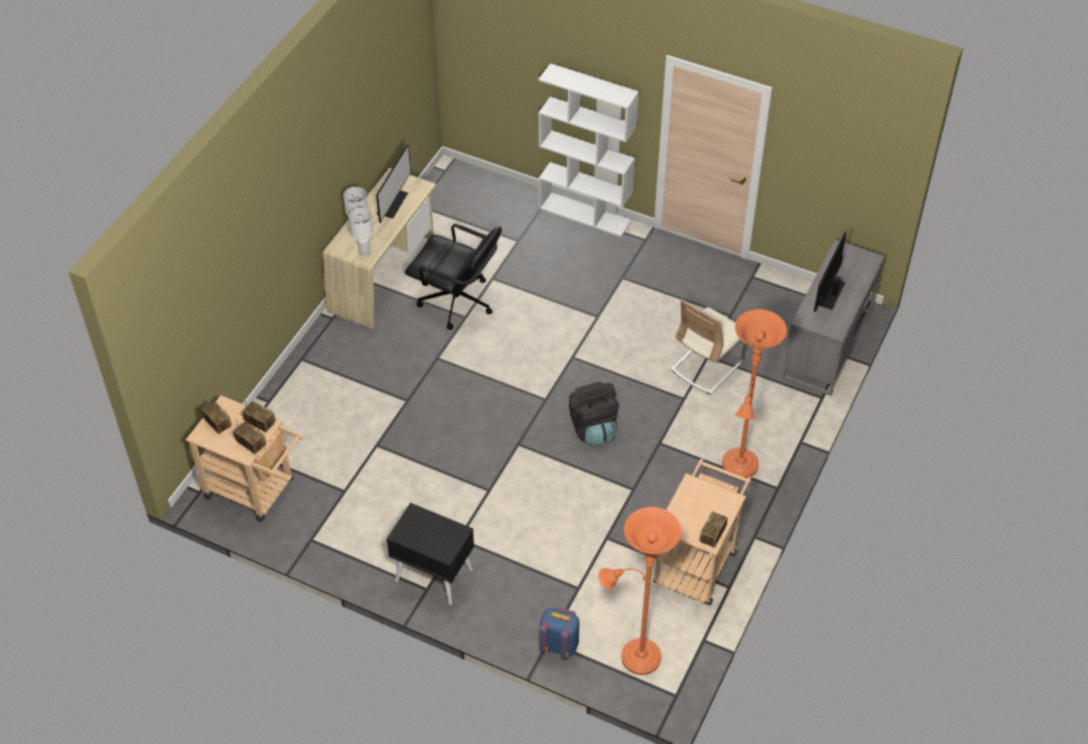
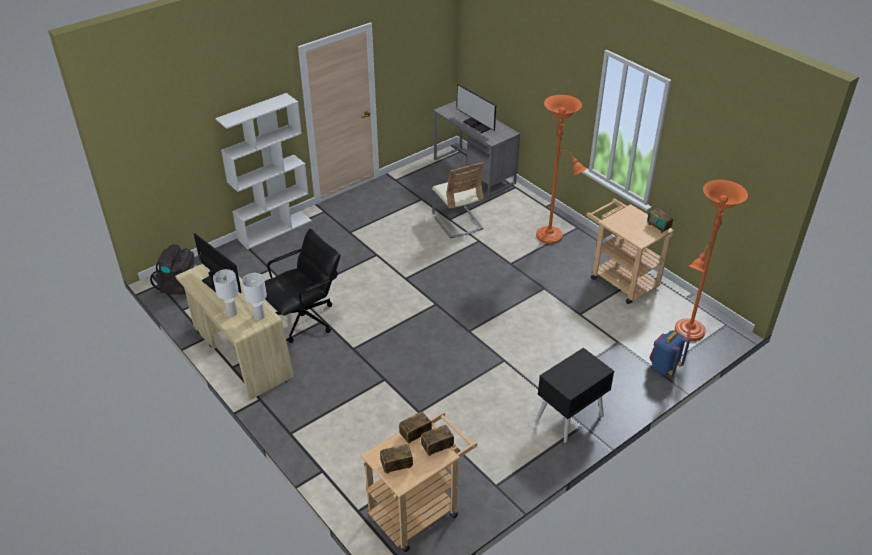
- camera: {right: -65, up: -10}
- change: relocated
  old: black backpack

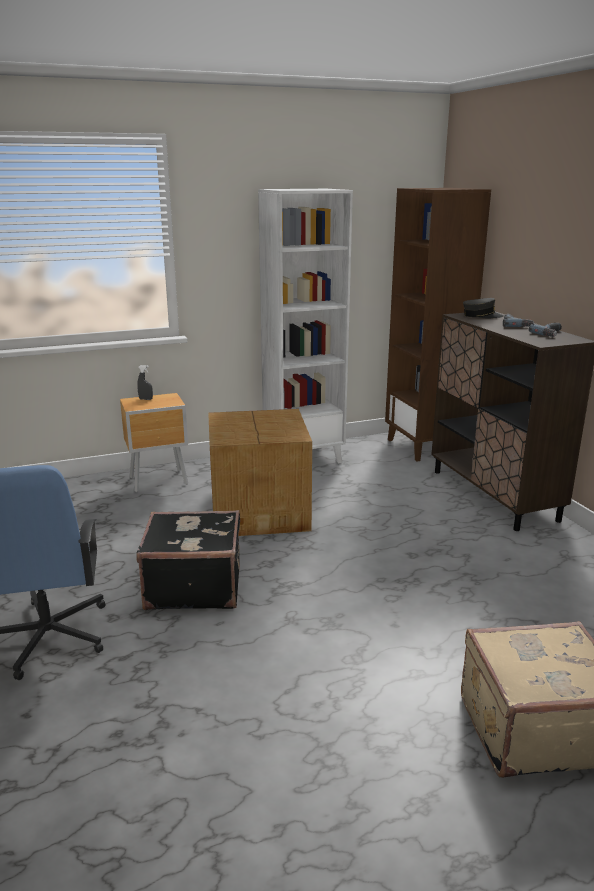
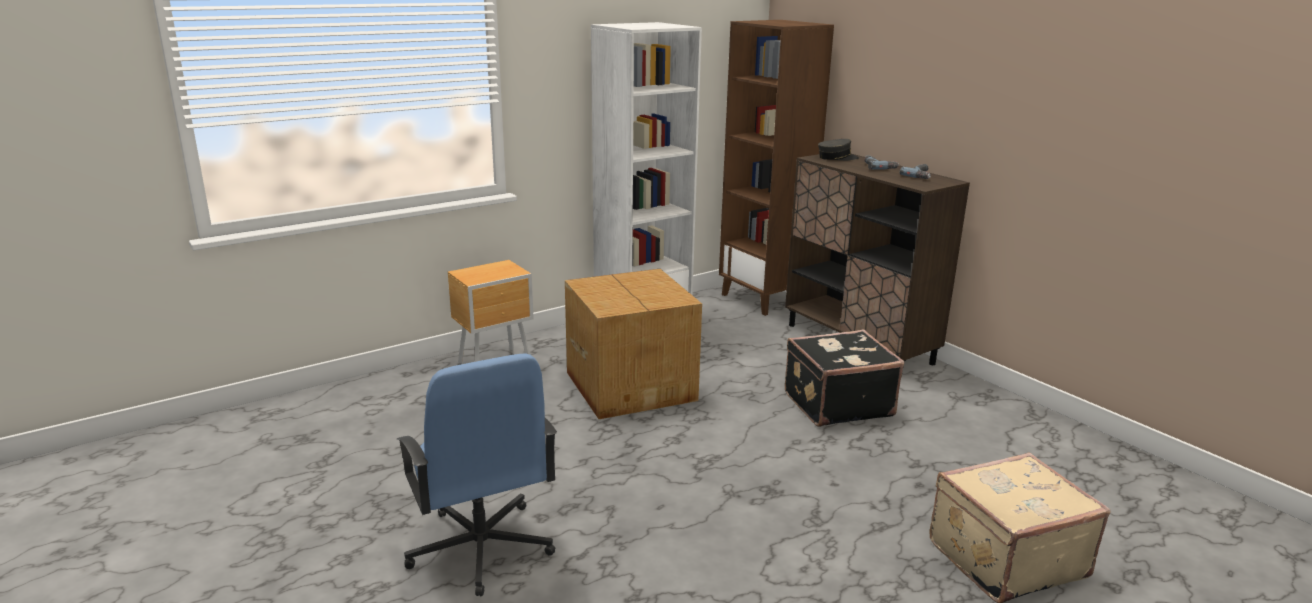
- camera: {right: -15, up: 0}
- change: relocated
  old: black suitcase
- change: missing
  old: grey spray bottle

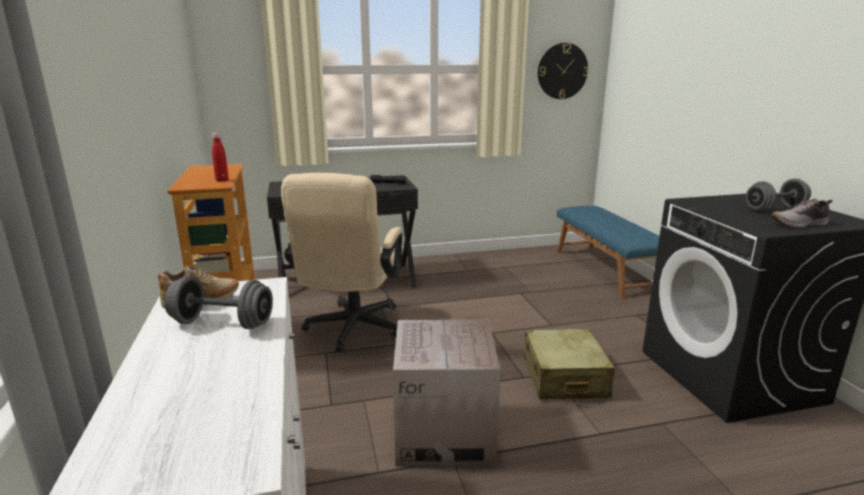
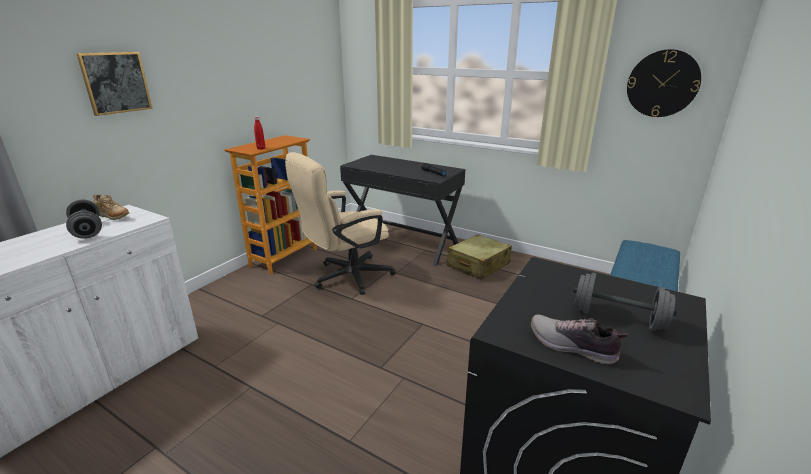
- camera: {right: 45, up: 5}
- change: missing
  old: cardboard box
- change: relocated
  old: beige suitcase
- change: appeared
  new: picture

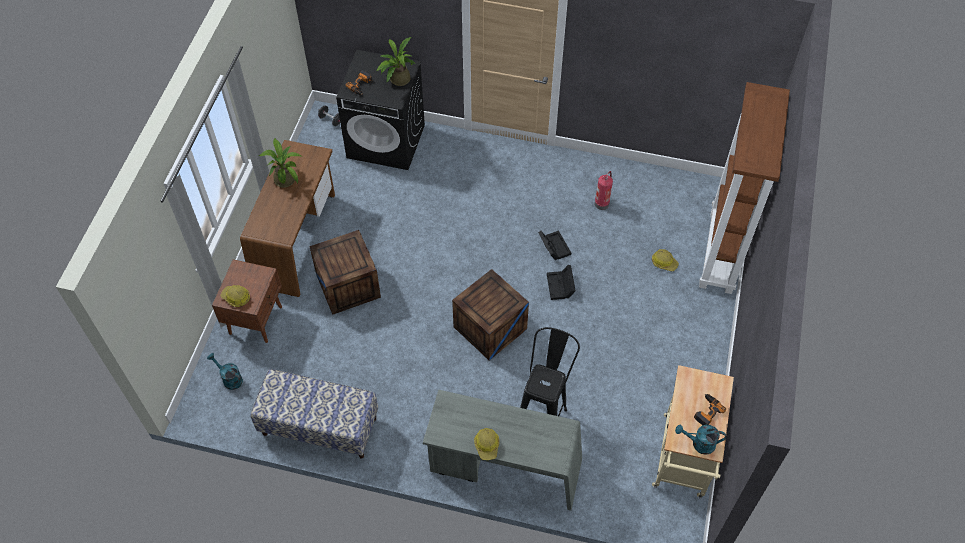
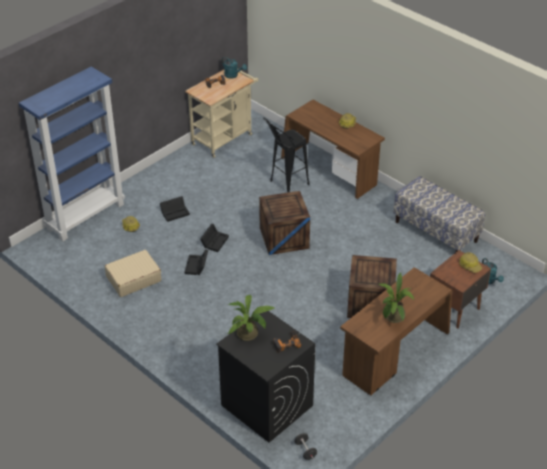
- camera: {right: -150, up: -15}
- change: colour
  old: grey desk
  new: brown desk (no. 1 from left)
- change: exchanged
  old: fire extinguisher
  new: beige suitcase
- change: colour
  old: brown bookcase
  new: blue bookcase
- change: appeared
  new: black storage box (no. 1 from left)

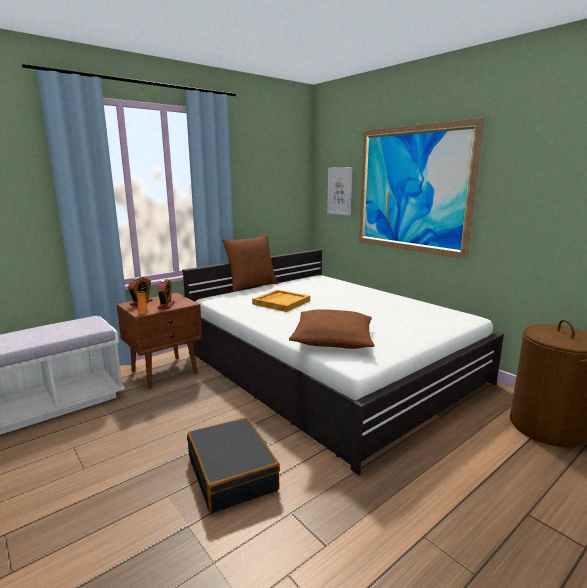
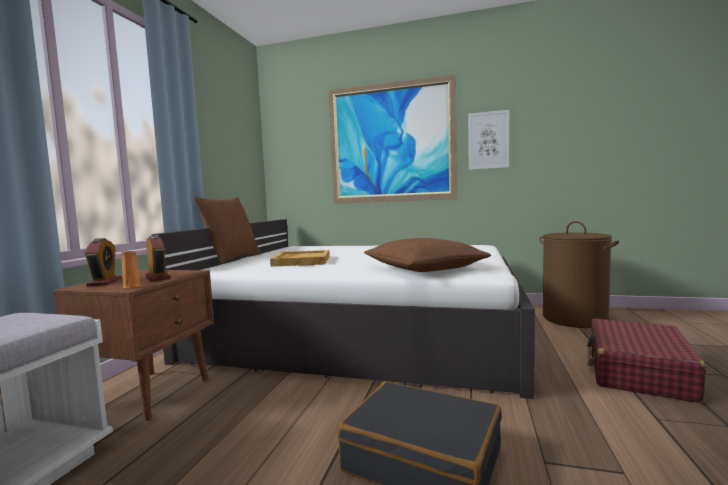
- camera: {right: -35, up: -10}
- change: relocated
  old: picture (no. 1 from left in the first image)
  new: picture (no. 2 from left)
- change: appeared
  new: red suitcase

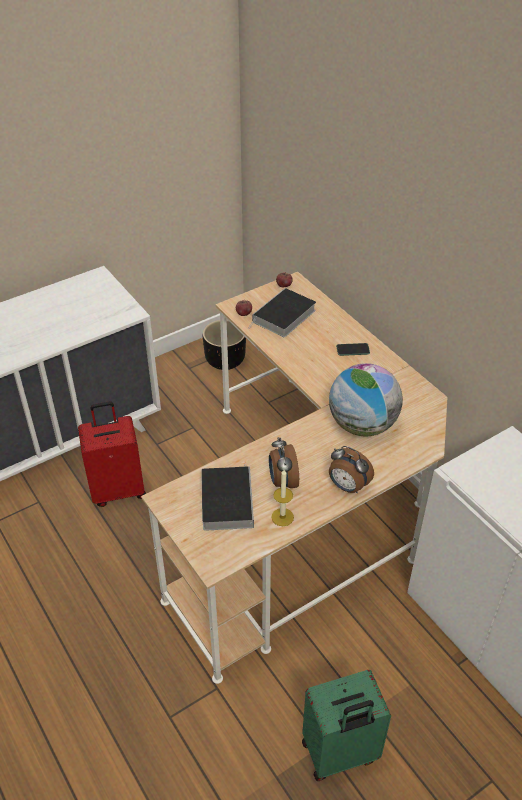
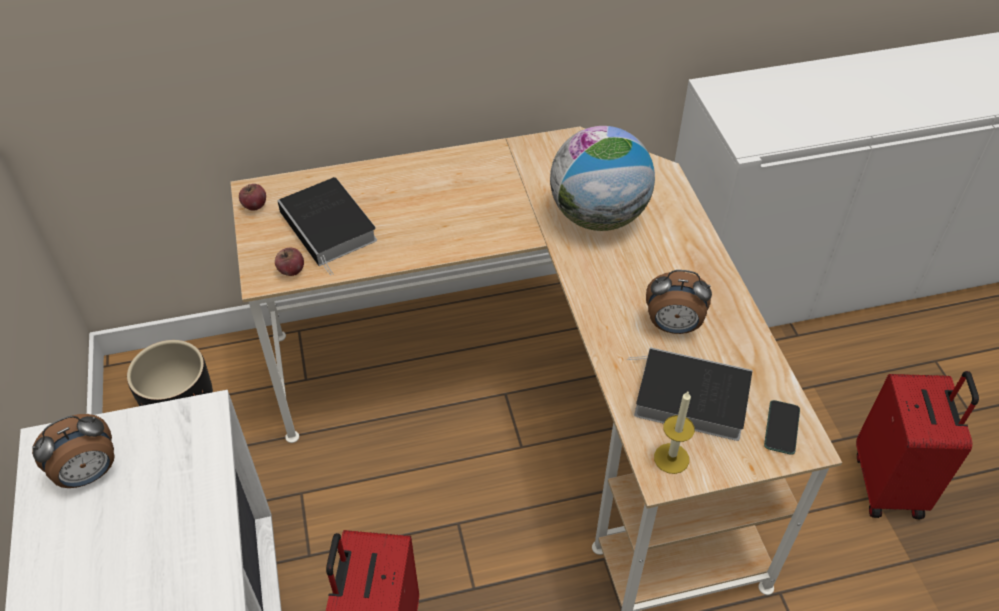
- camera: {right: -70, up: 5}
- change: relocated
  old: candle
- change: colour
  old: green suitcase
  new: red suitcase (no. 2 from left)
- change: relocated
  old: alarm clock (no. 2 from left in the first image)
  new: alarm clock (no. 1 from left)
- change: relocated
  old: phone

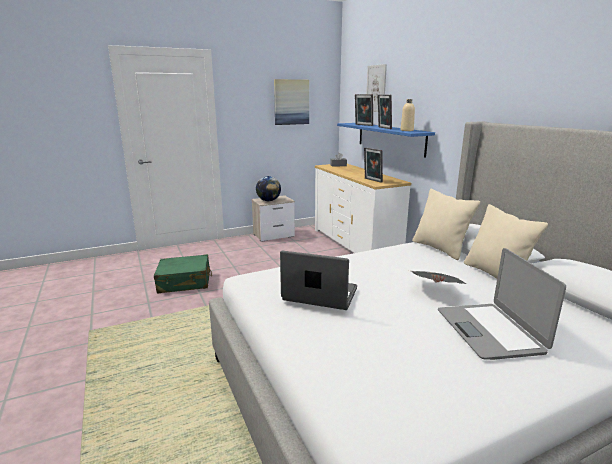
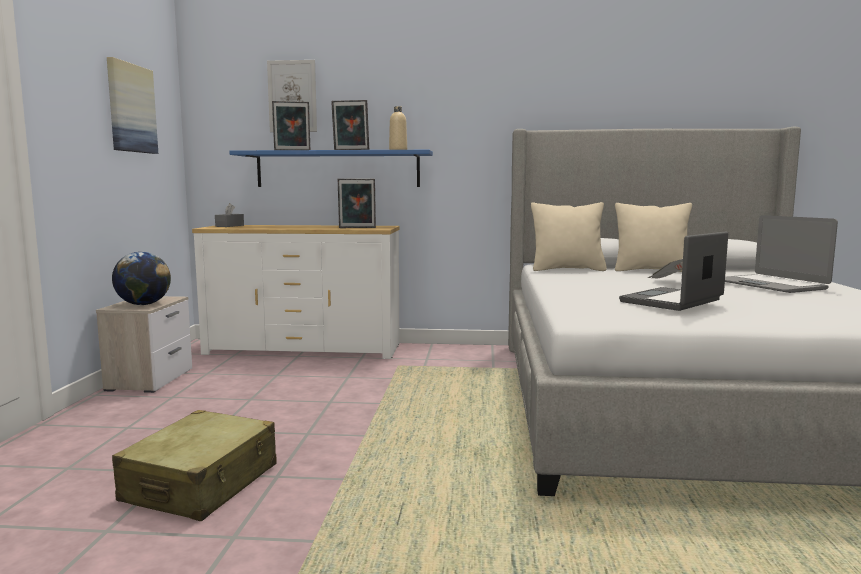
- camera: {right: -60, up: -10}
- change: colour
  old: green suitcase
  new: beige suitcase
- change: spun
  old: laptop (no. 2 from left)
  degrees: 45

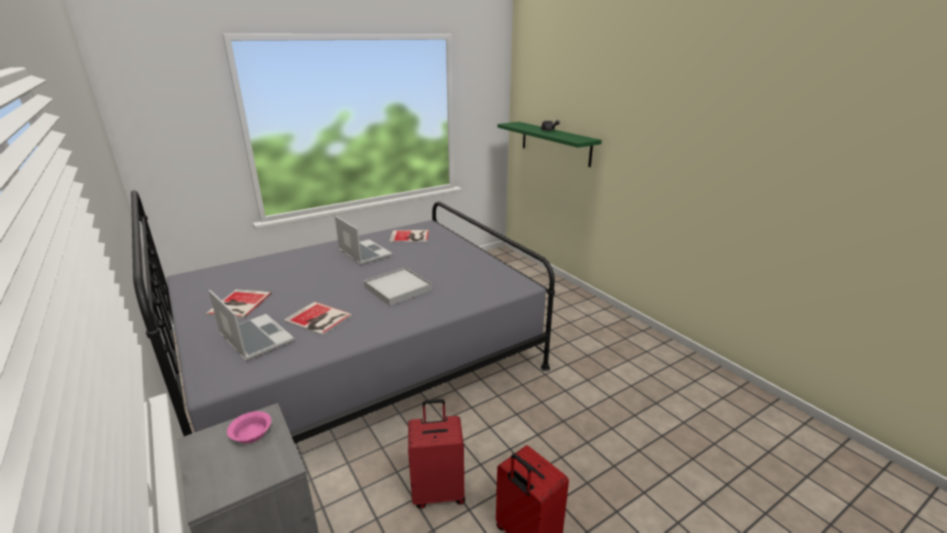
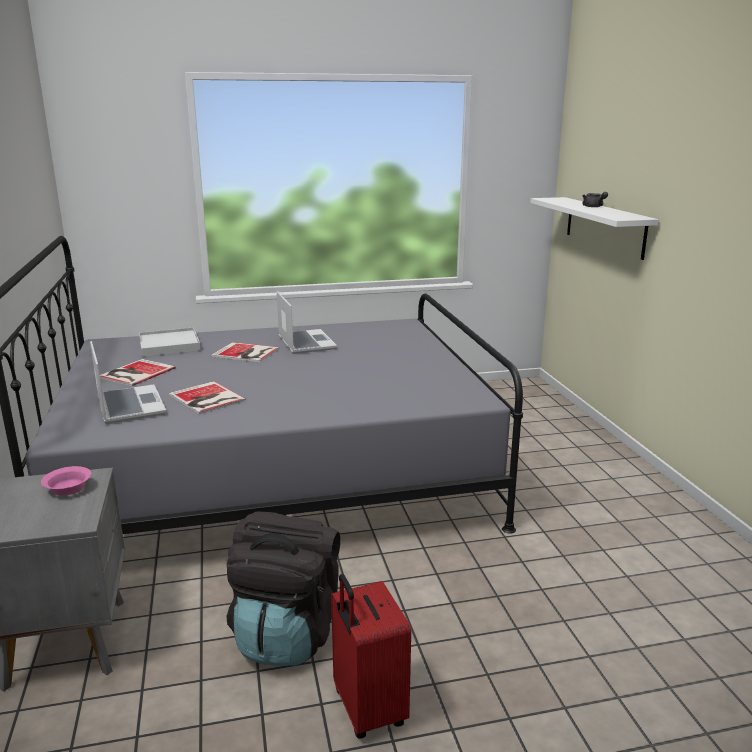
- camera: {right: 20, up: -5}
- change: relocated
  old: white tray
- change: relocated
  old: book (no. 3 from left)
- change: exchanged
  old: red suitcase (no. 1 from left)
  new: black backpack
- change: colour
  old: green shelf
  new: white shelf

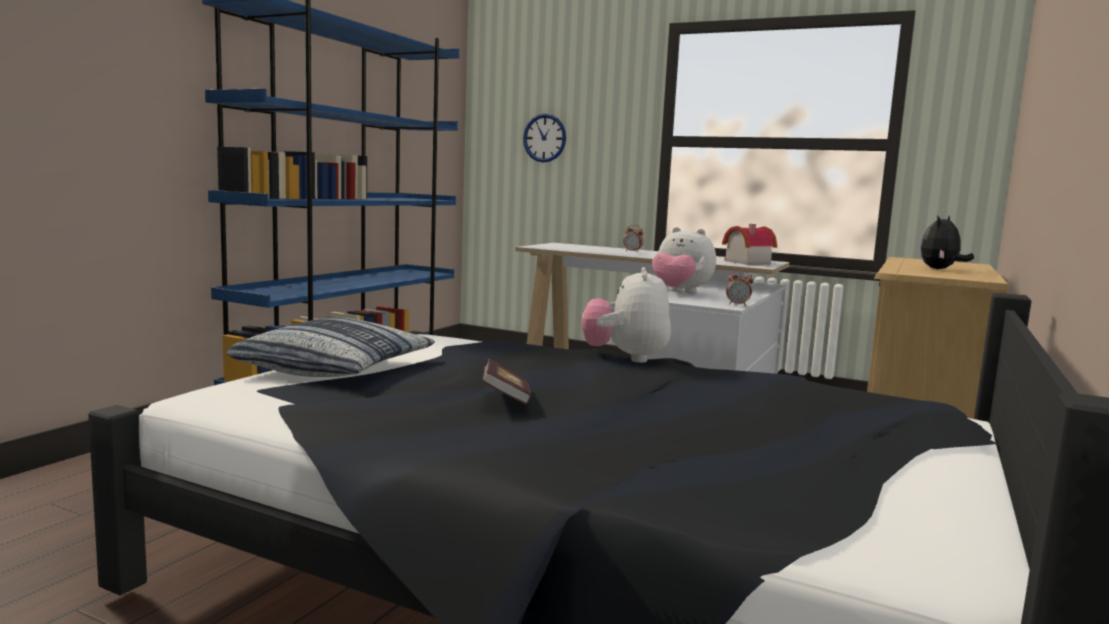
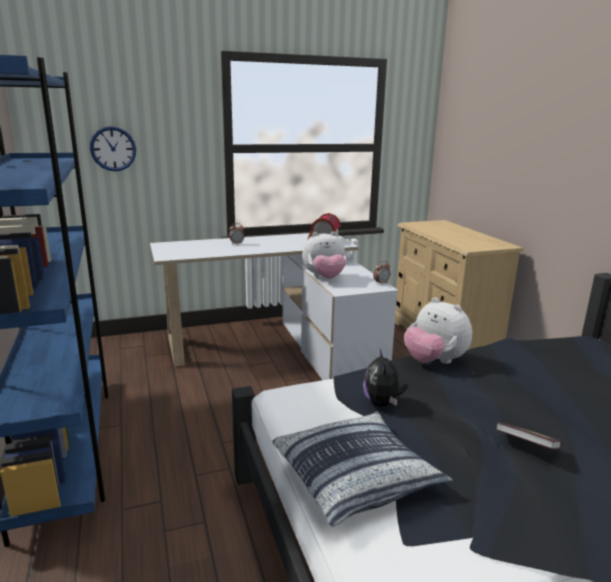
- camera: {right: -45, up: 10}
- change: relocated
  old: plush toy (no. 3 from left in the first image)
  new: plush toy (no. 2 from left)

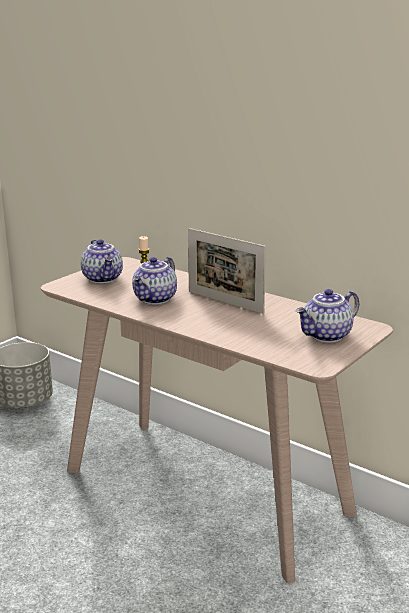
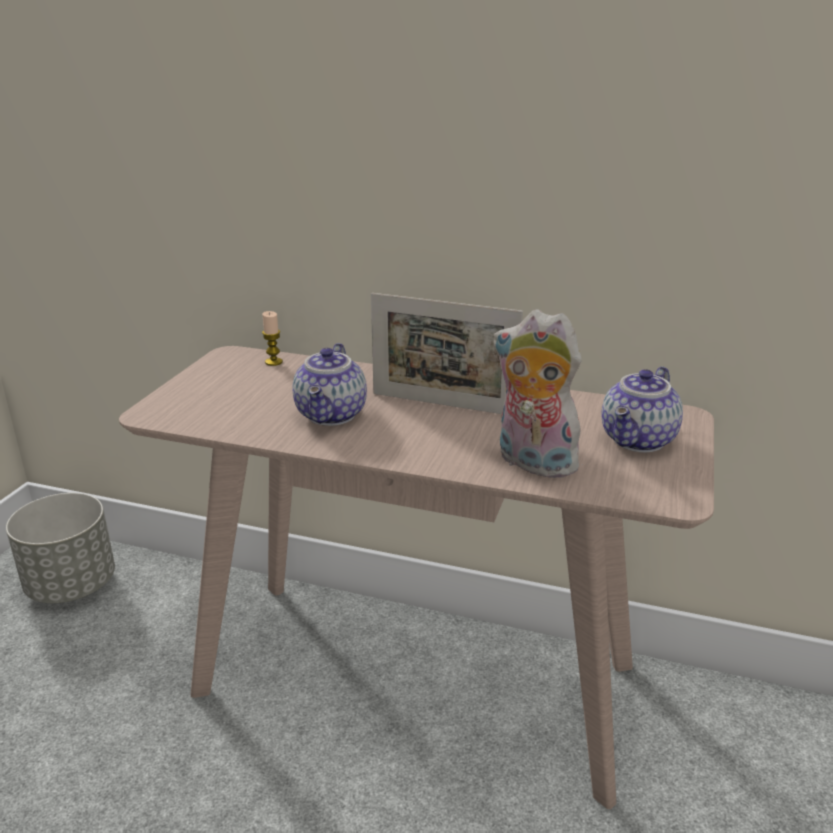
- camera: {right: -20, up: 5}
- change: missing
  old: teapot (no. 1 from left)
- change: appeared
  new: plush toy

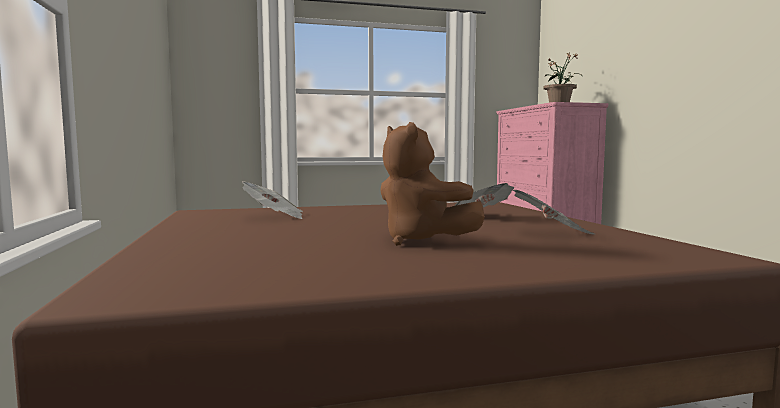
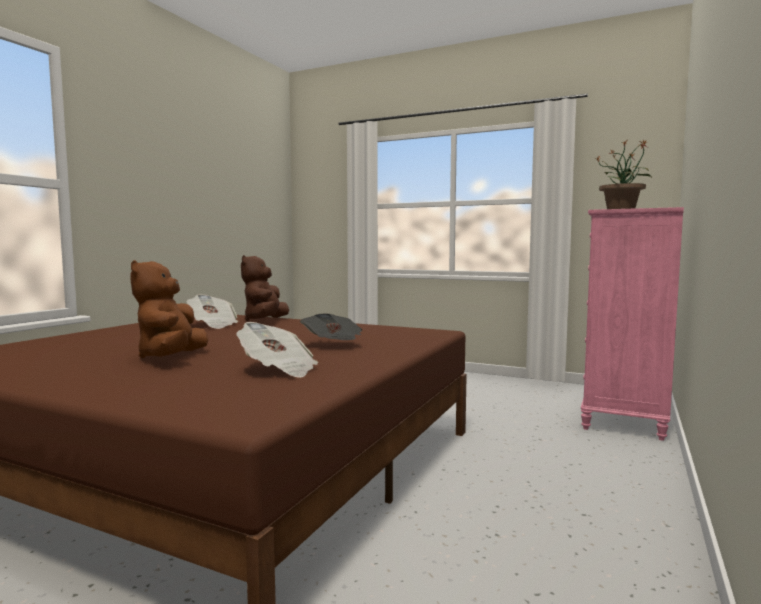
- camera: {right: 40, up: 0}
- change: appeared
  new: brown plush toy (no. 2 from left)

